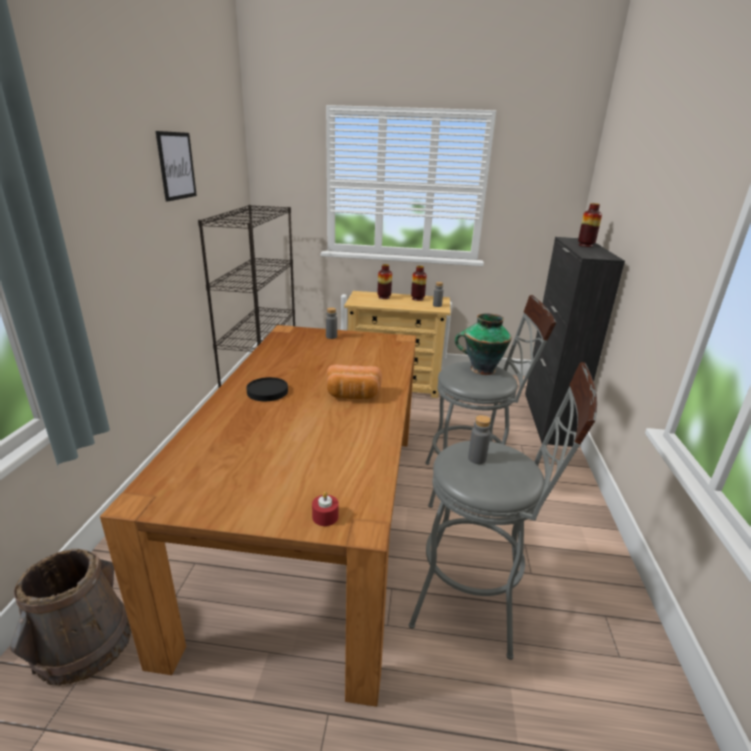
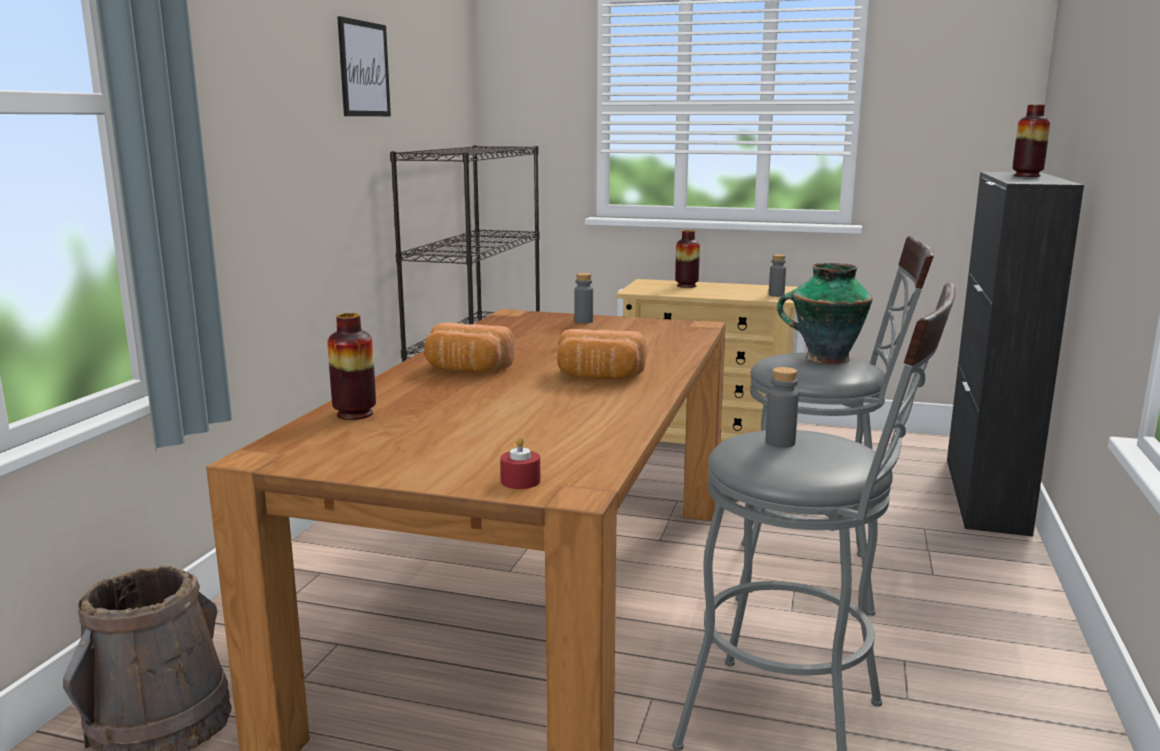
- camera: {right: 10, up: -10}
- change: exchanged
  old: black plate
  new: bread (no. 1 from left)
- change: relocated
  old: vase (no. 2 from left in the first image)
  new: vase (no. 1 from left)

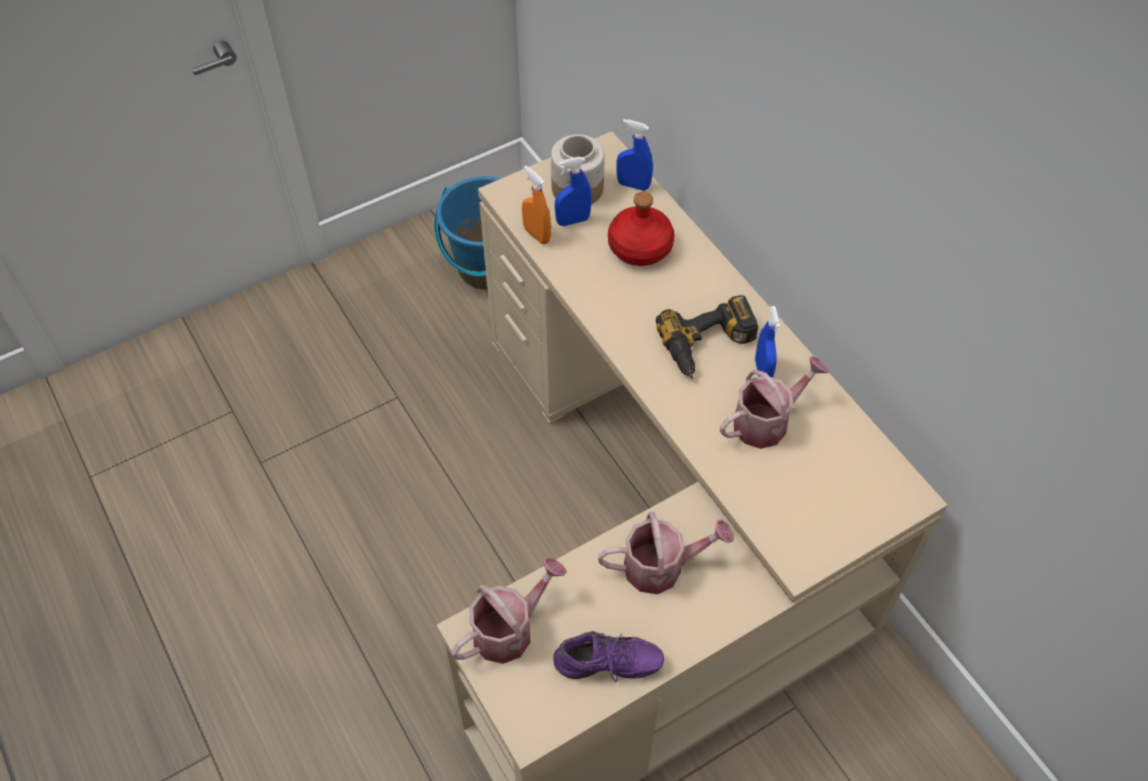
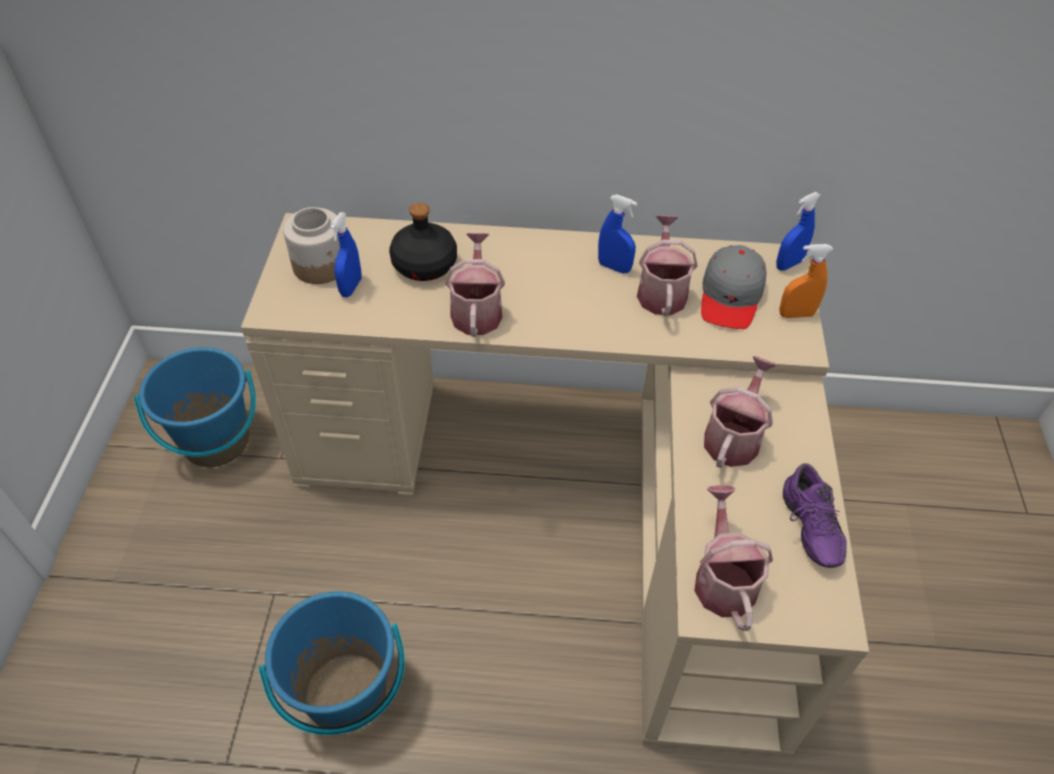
- camera: {right: -55, up: -5}
- change: relocated
  old: orange spray bottle
- change: spun
  old: purple shoe
  degrees: 135
- change: colour
  old: red bottle
  new: black bottle
- change: relocated
  old: blue spray bottle (no. 2 from left in the first image)
  new: blue spray bottle (no. 3 from left)
- change: missing
  old: power drill
- change: appeared
  new: blue bucket (no. 2 from left)
- change: appeared
  new: watering can (no. 1 from left)
- change: appeared
  new: grey cap

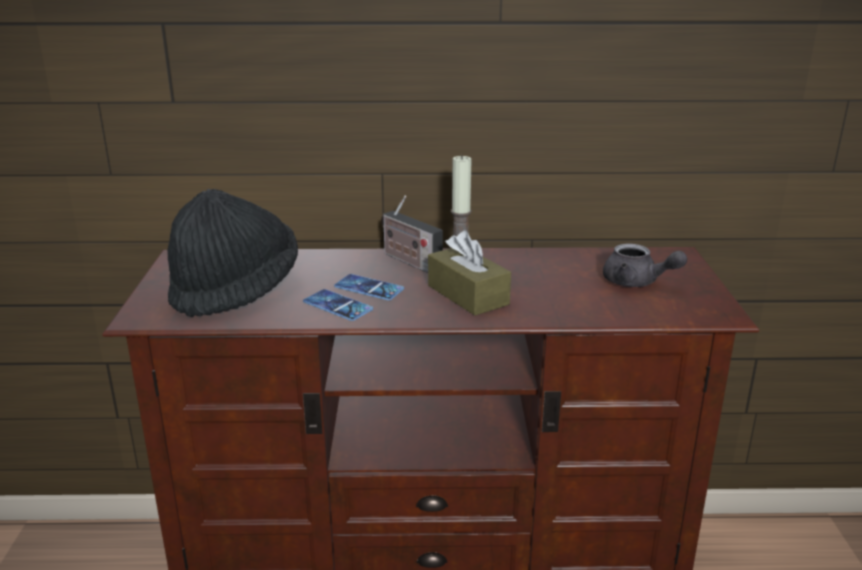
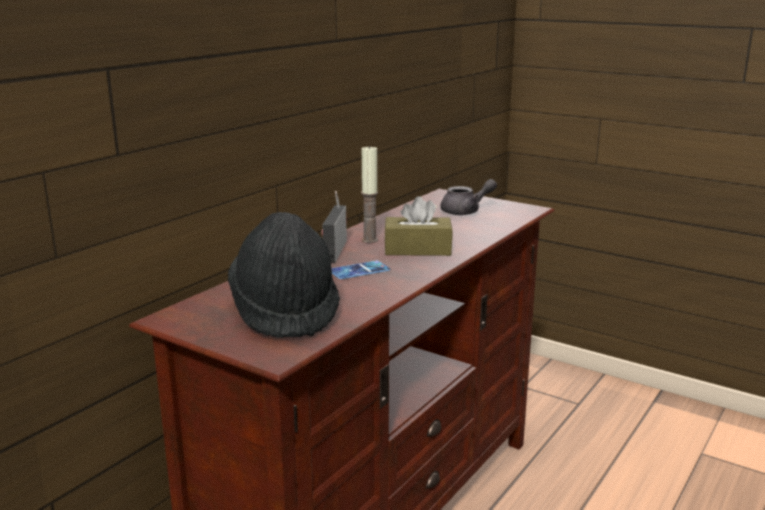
- camera: {right: -55, up: -5}
- change: missing
  old: phone (no. 1 from left)
- change: spun
  old: radio
  degrees: 105

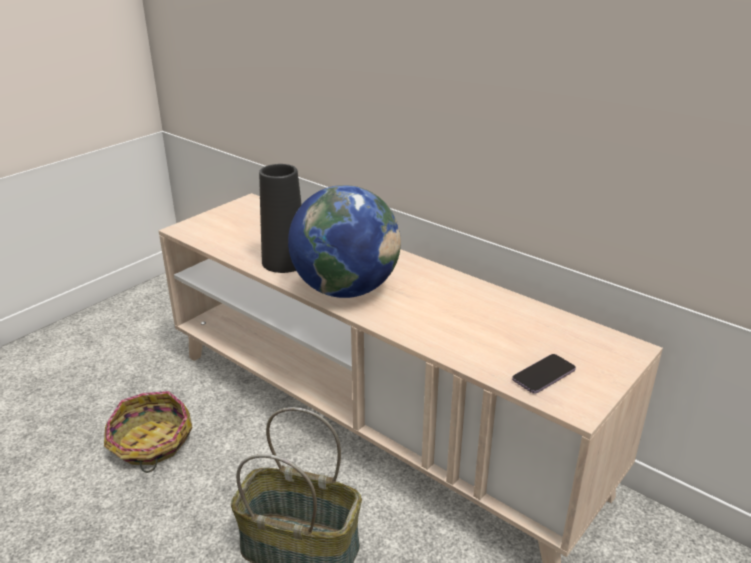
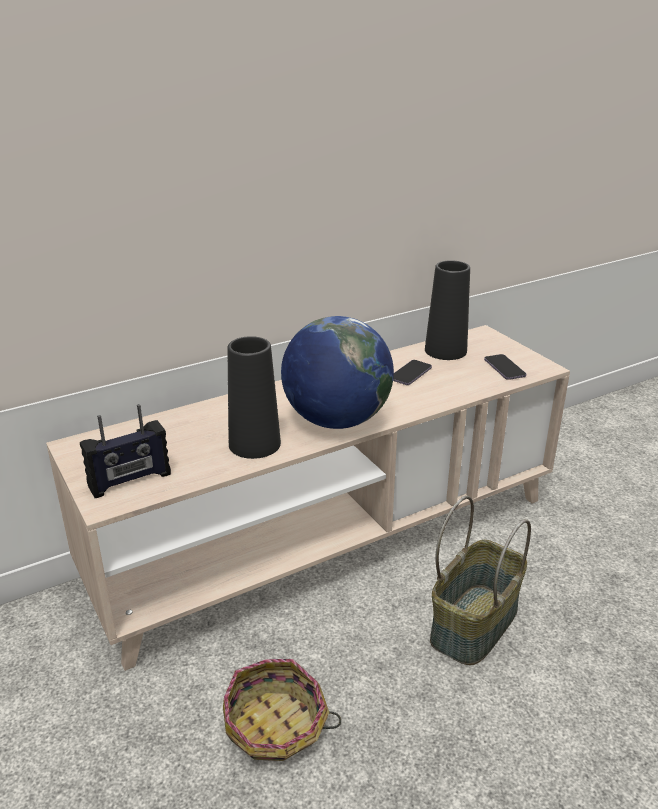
- camera: {right: -70, up: 0}
- change: appeared
  new: radio
- change: appeared
  new: phone (no. 1 from left)
- change: appeared
  new: black vase (no. 2 from left)

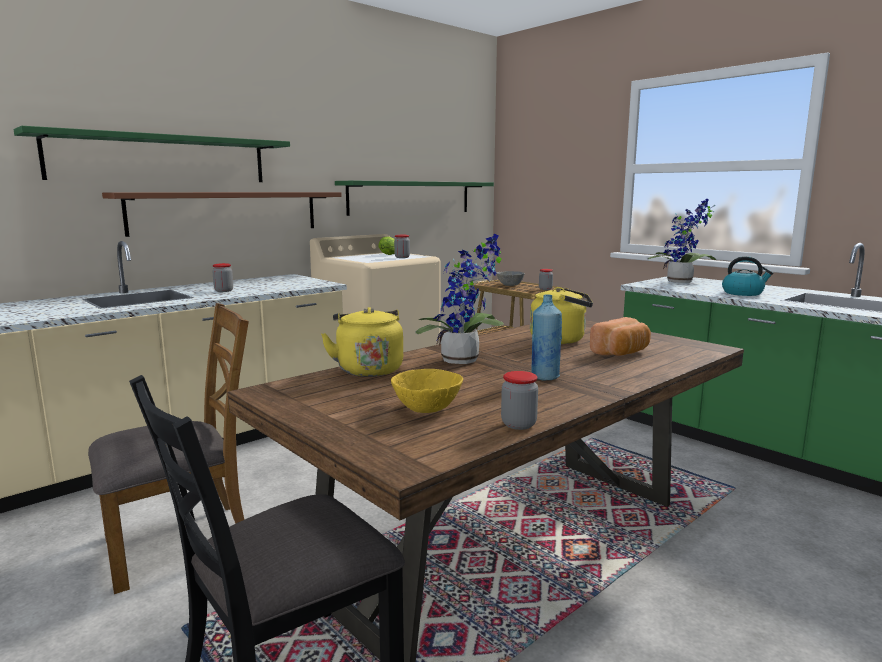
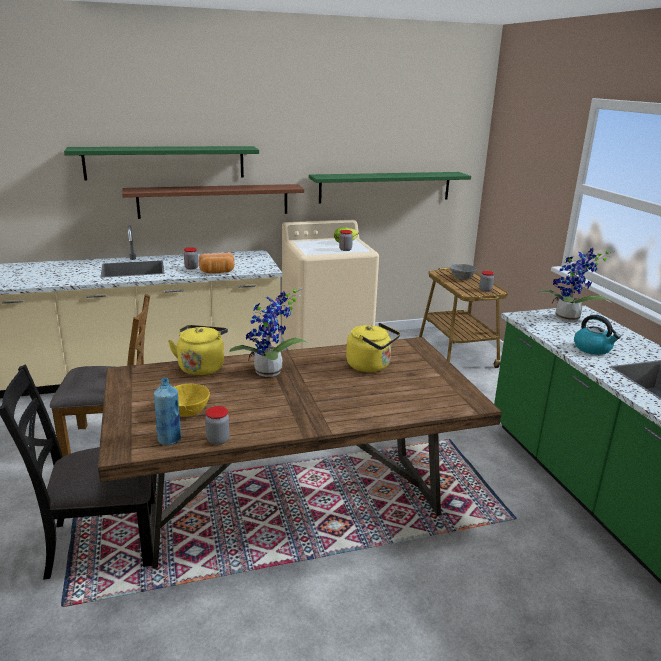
- camera: {right: 25, up: 10}
- change: relocated
  old: blue bottle
- change: relocated
  old: bread

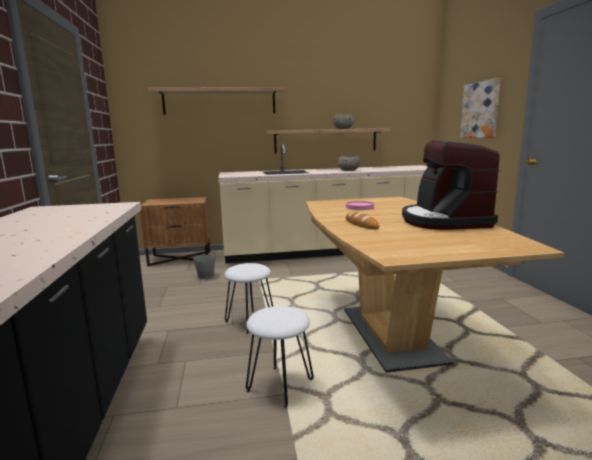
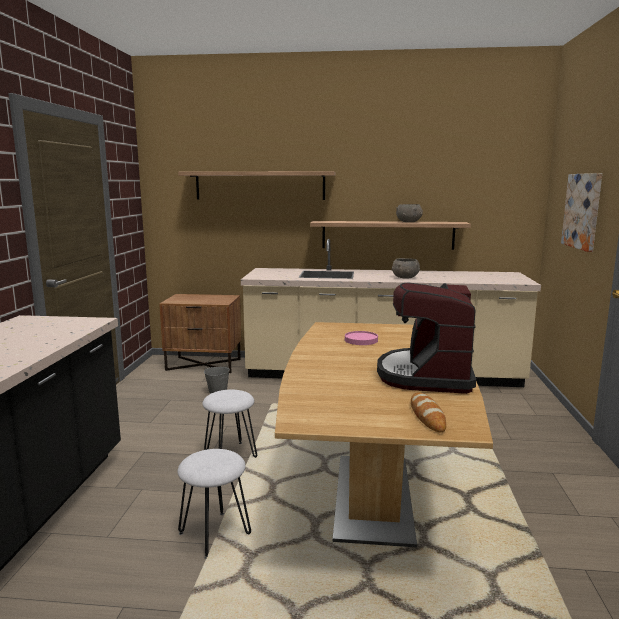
- camera: {right: 15, up: 0}
- change: relocated
  old: bread

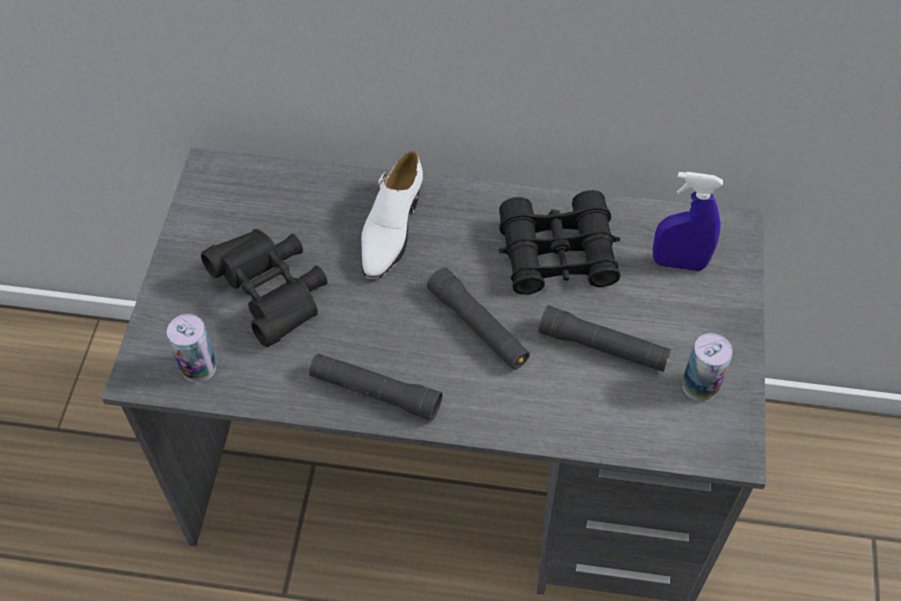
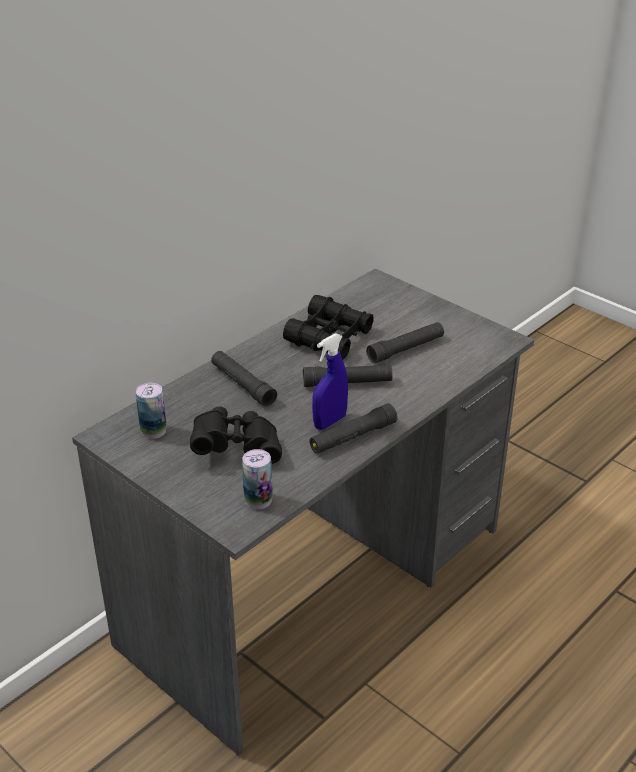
- camera: {right: -55, up: -20}
- change: exchanged
  old: white shoe
  new: black flashlight (no. 1 from left)
- change: relocated
  old: blue spray bottle
- change: relocated
  old: can (no. 2 from left in the first image)
  new: can (no. 1 from left)

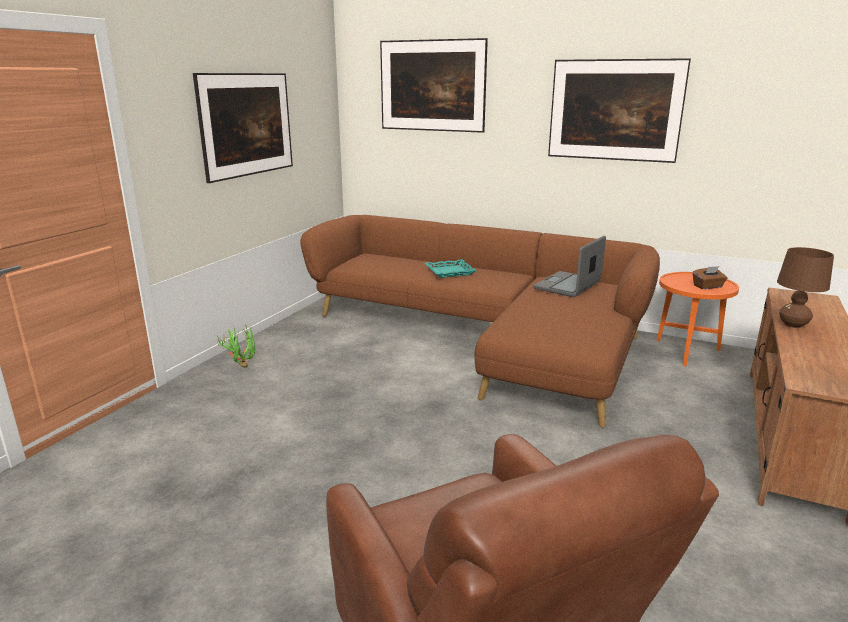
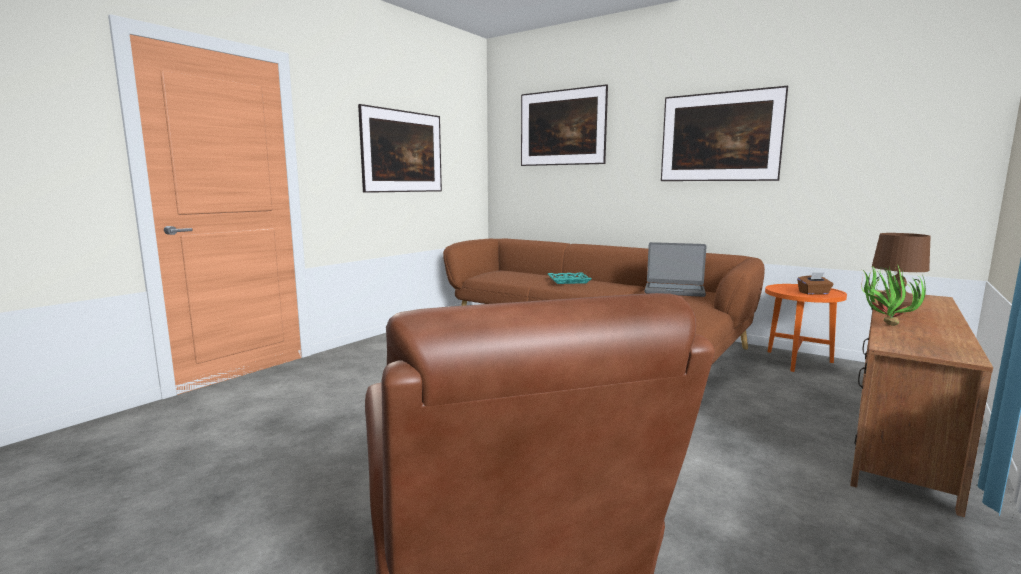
- camera: {right: 10, up: -10}
- change: relocated
  old: potted plant
- change: spun
  old: laptop
  degrees: -120

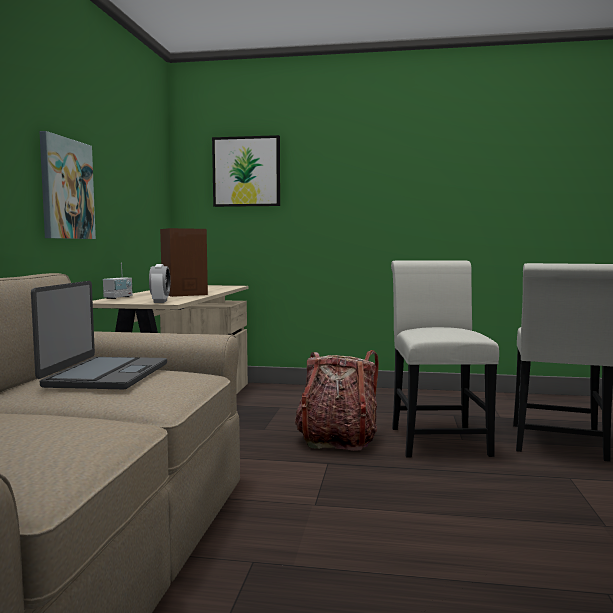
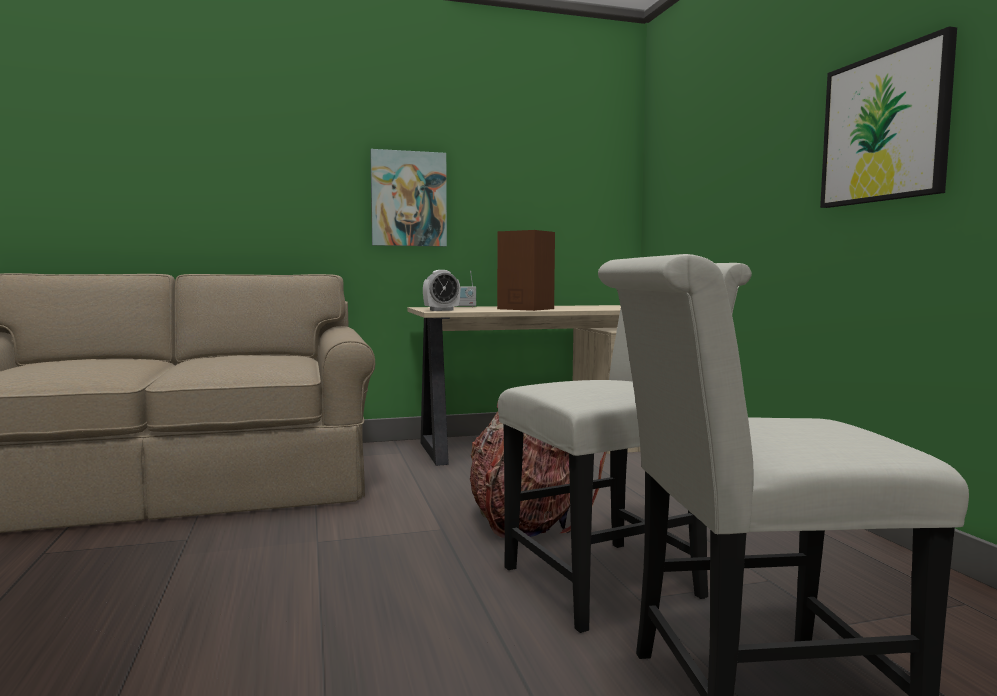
- camera: {right: 65, up: 0}
- change: missing
  old: laptop
- change: relocated
  old: picture (no. 2 from left)

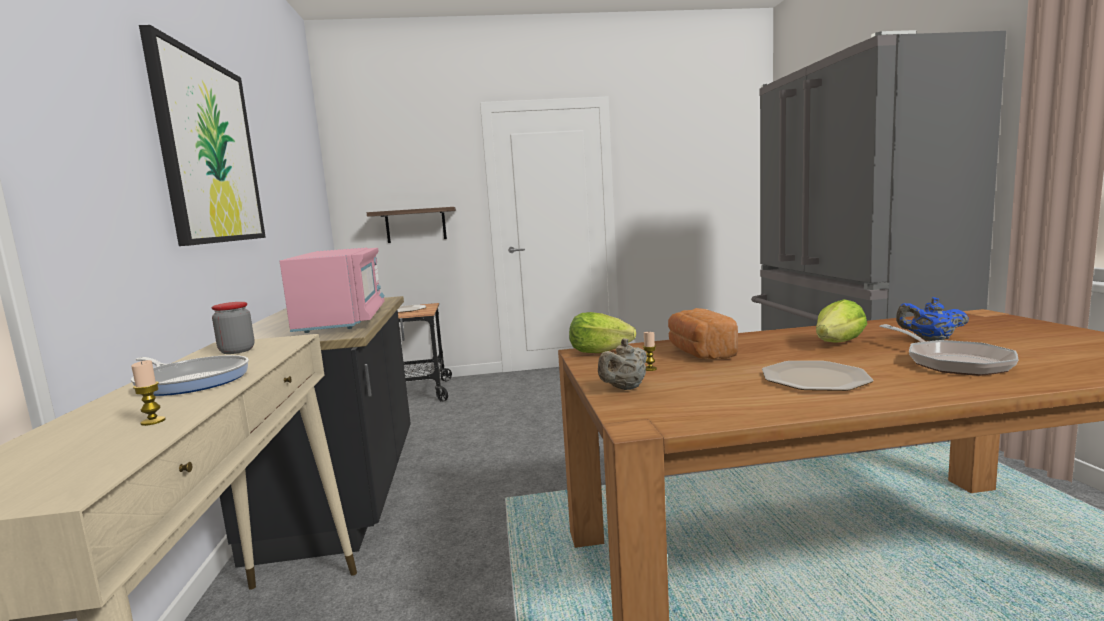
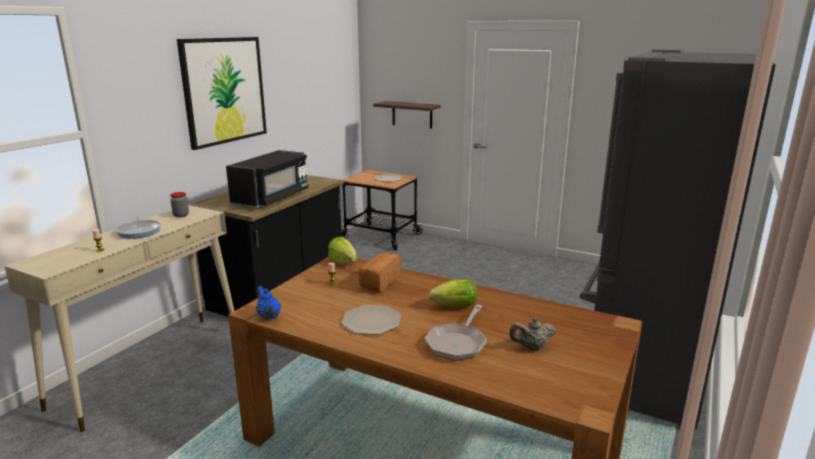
- camera: {right: 35, up: 10}
- change: colour
  old: pink microwave
  new: black microwave
- change: relocated
  old: beige teapot
- change: relocated
  old: blue teapot

